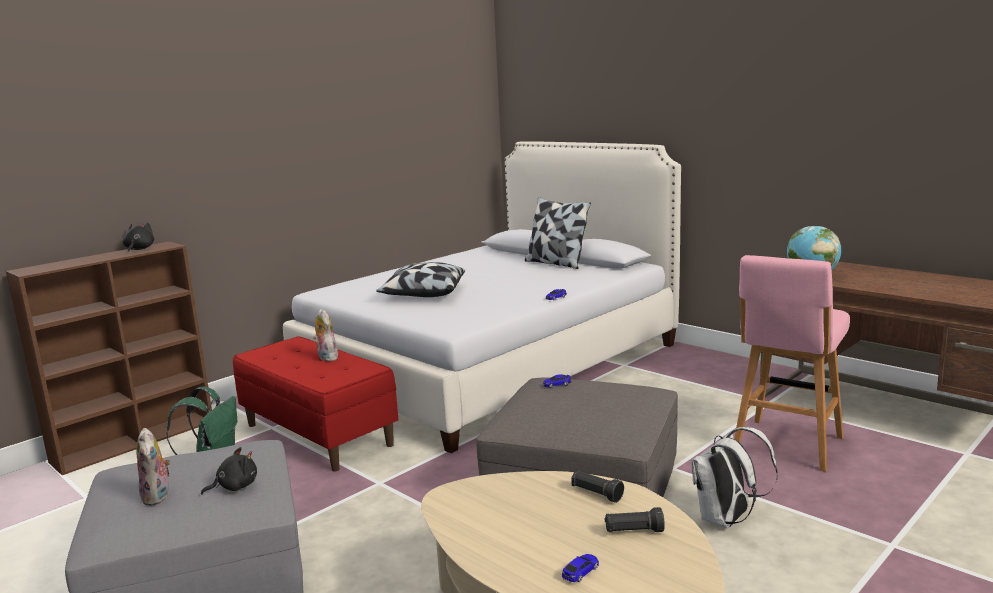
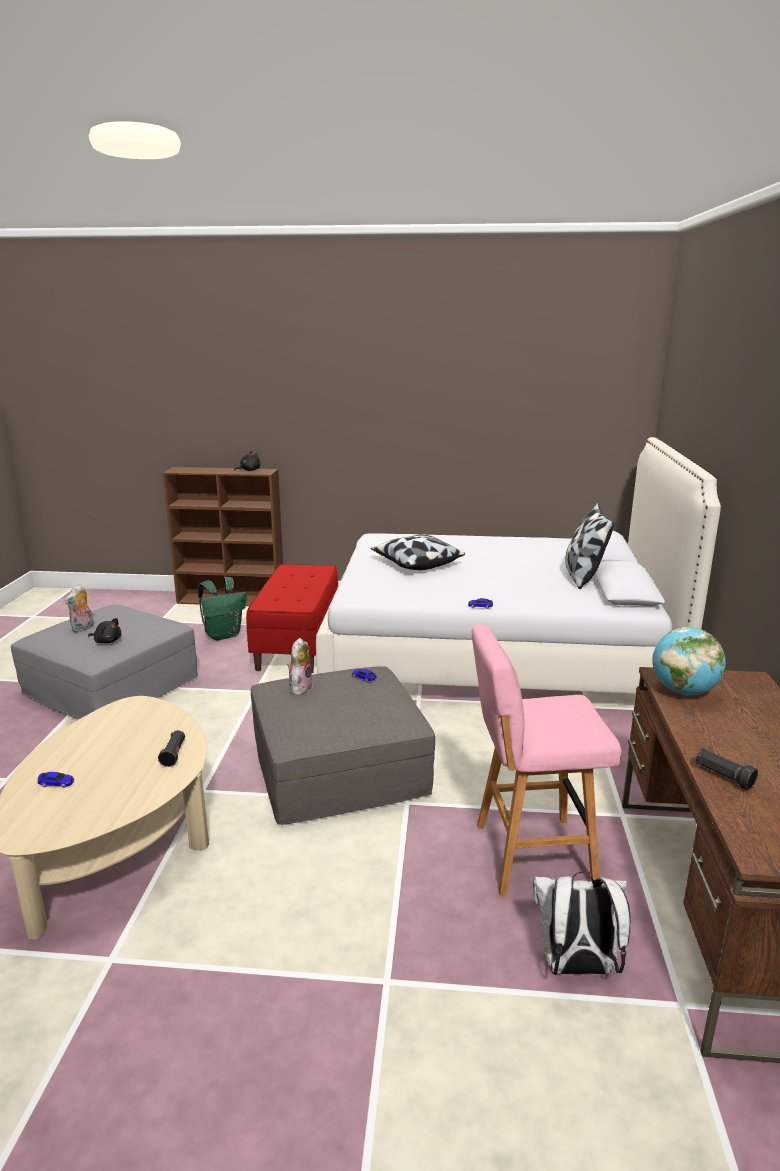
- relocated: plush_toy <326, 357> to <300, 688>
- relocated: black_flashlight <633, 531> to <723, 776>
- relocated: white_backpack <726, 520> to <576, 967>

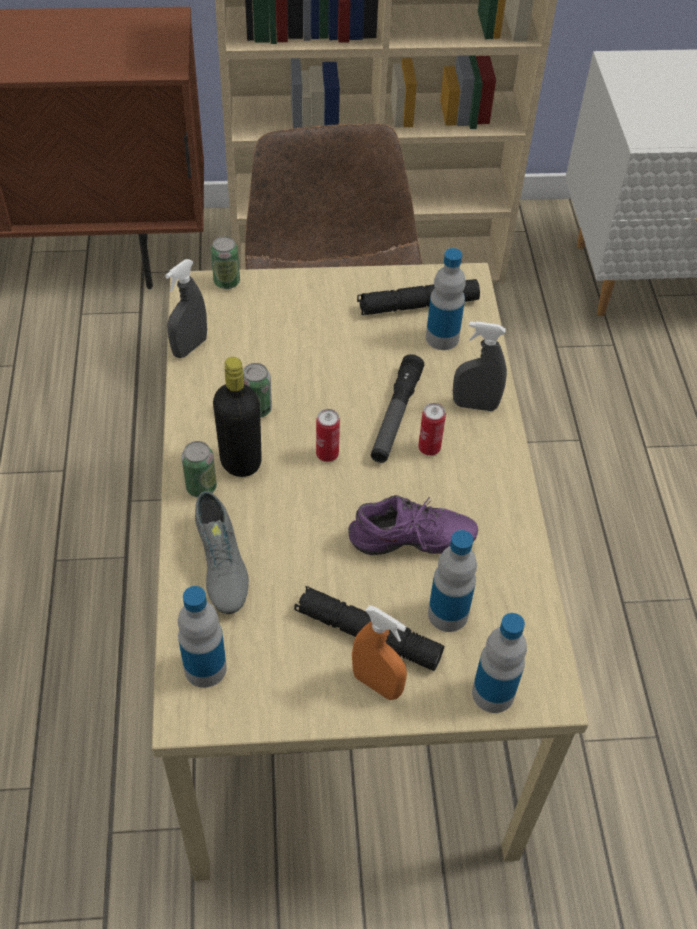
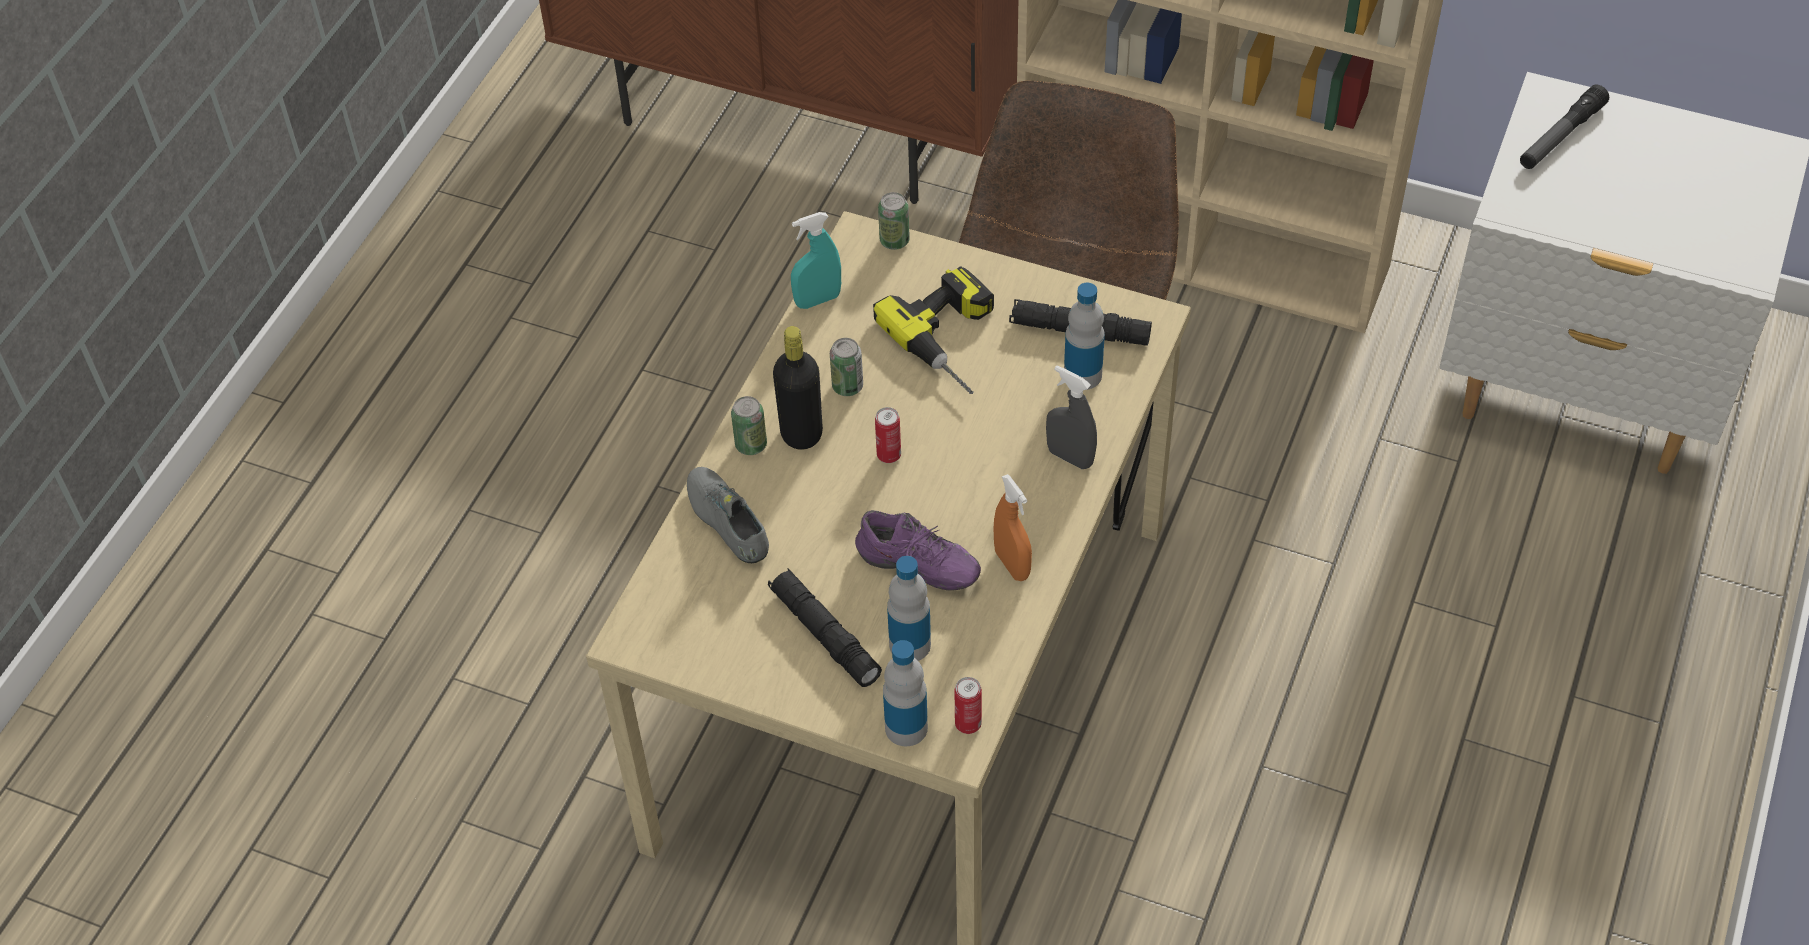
- colour: grey_spray_bottle <189, 347> to turquoise_spray_bottle <817, 300>
- missing: bottle <205, 668>
- spun: grey_shoe <220, 564> = <728, 523> 135 degrees clockwise
- relocated: orange_spray_bottle <377, 684> to <1012, 564>
- relocated: flashlight <396, 415> to <1561, 136>
- relocated: can <429, 448> to <968, 724>
- appeared: power_drill <955, 340>

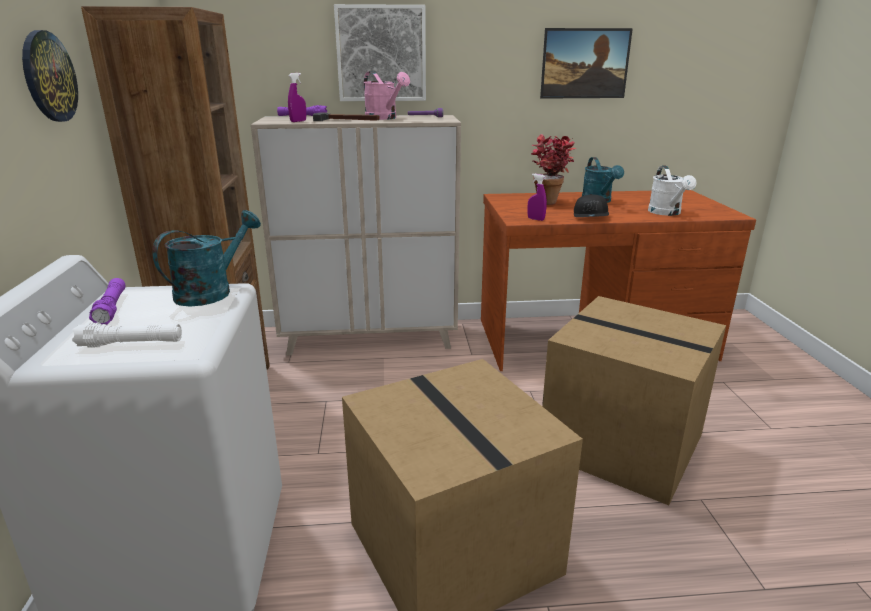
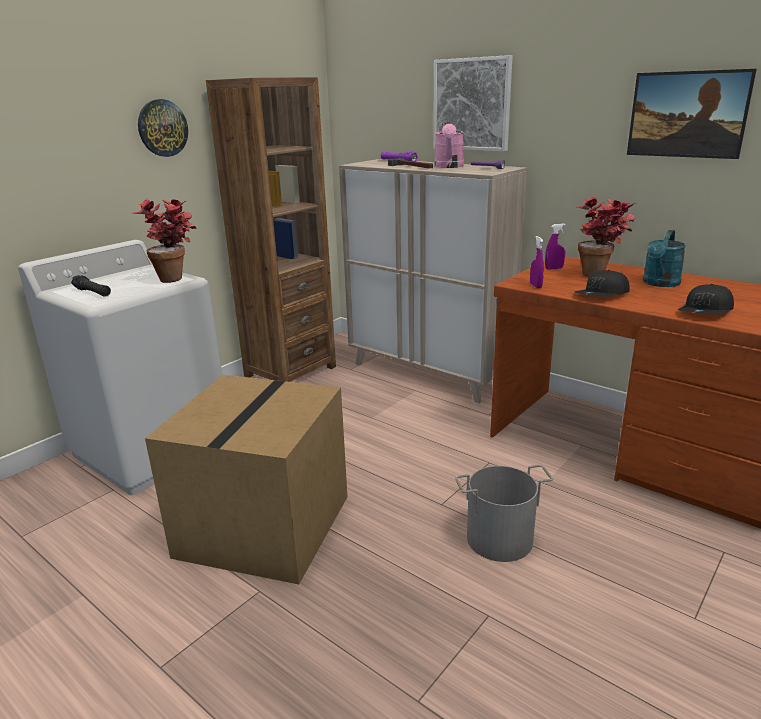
- colour: white_flashlight <131, 344> to black_flashlight <92, 292>
- missing: purple_flashlight <111, 308>
- exchanged: turquoise_watering_can <211, 291> to potted_plant <177, 278>
- relocated: purple_spray_bottle <298, 121> to <554, 268>
- exchanged: cardboard_box <624, 443> to grey_bucket <500, 539>
- exchanged: white_watering_can <667, 213> to black_cap <706, 312>

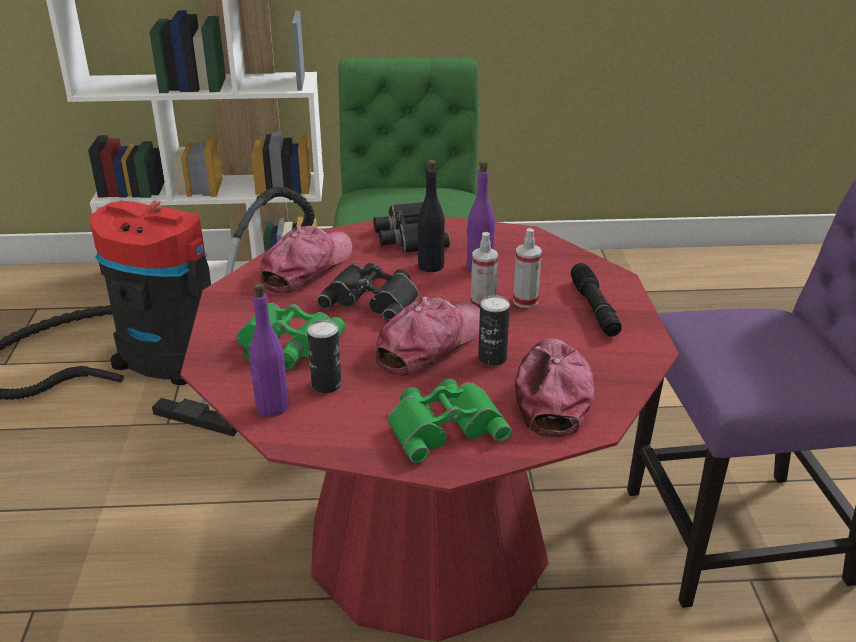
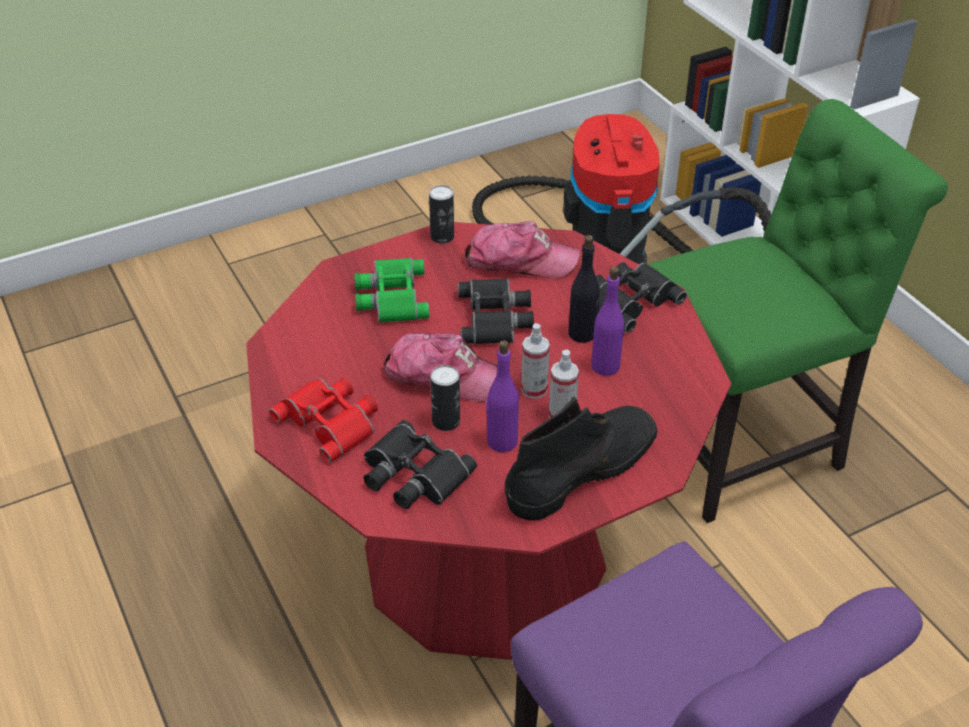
- relocated: purple_bottle <272, 407> to <501, 441>
- relocated: can <326, 385> to <442, 237>
- colour: green_binoculars <444, 425> to red_binoculars <331, 421>
- exchanged: cap <551, 394> to black_binoculars <412, 474>
- exchanged: black_flashlight <594, 308> to black_boot <583, 469>

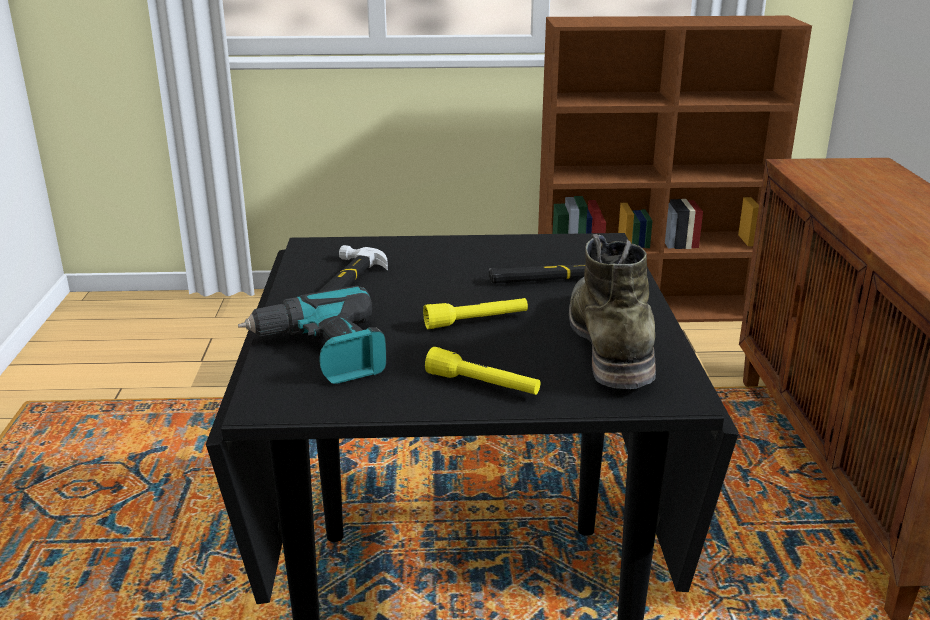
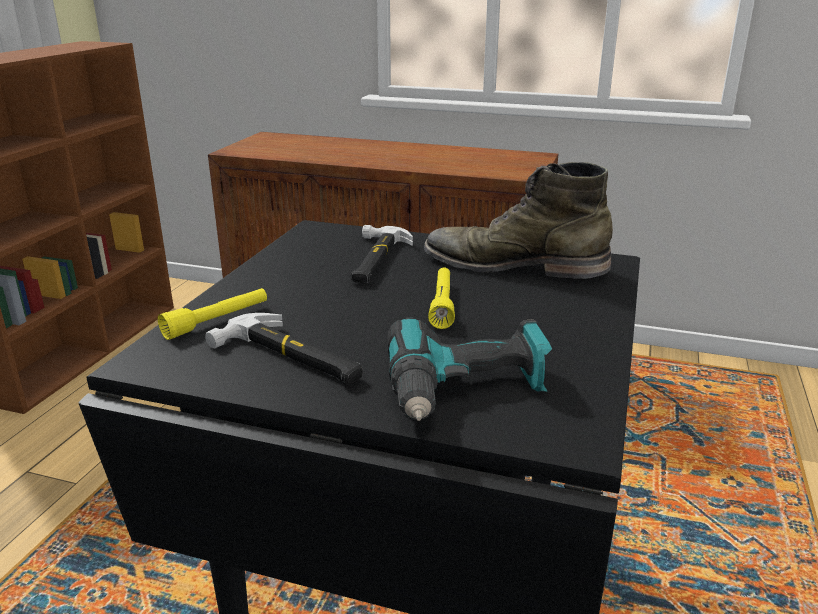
- relocated: yellow_flashlight <482, 385> to <217, 321>

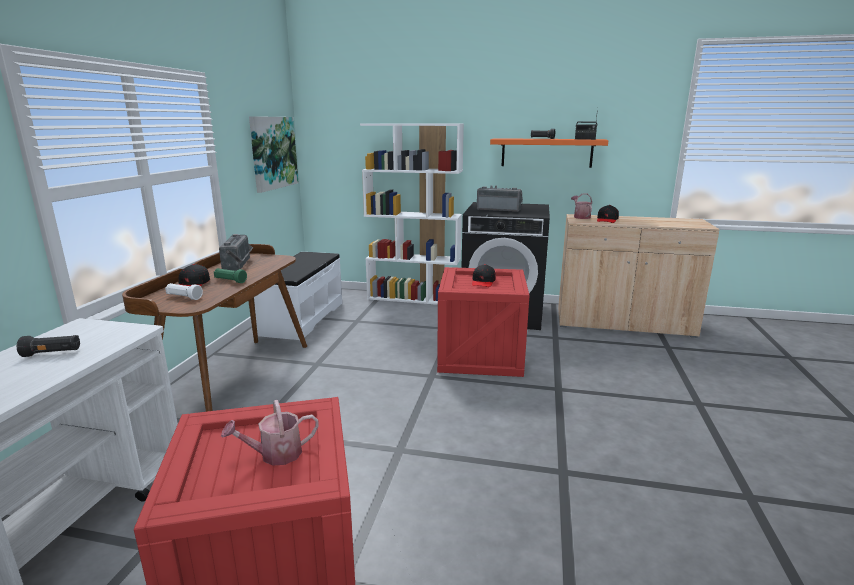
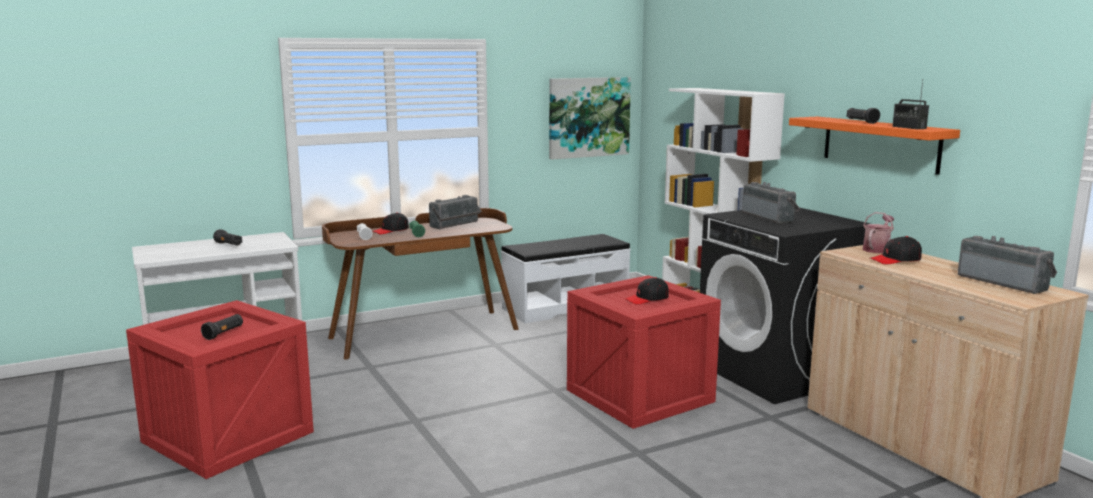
- exchanged: watering_can <275, 454> to black_flashlight <224, 333>
- appeared: radio <1004, 282>

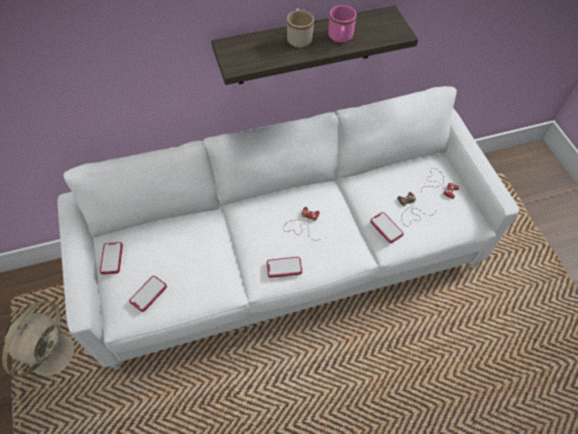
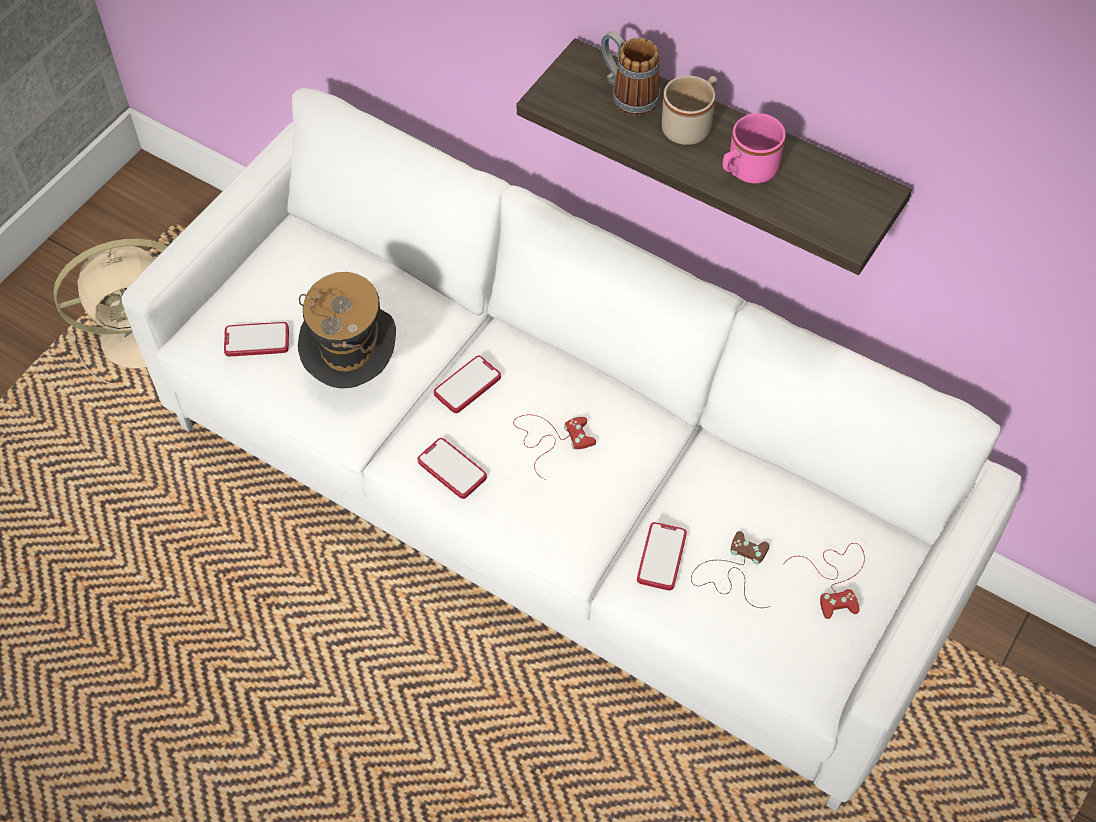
- relocated: phone <111, 258> to <467, 385>
- appeared: hat <353, 373>
- appeared: mug <627, 94>

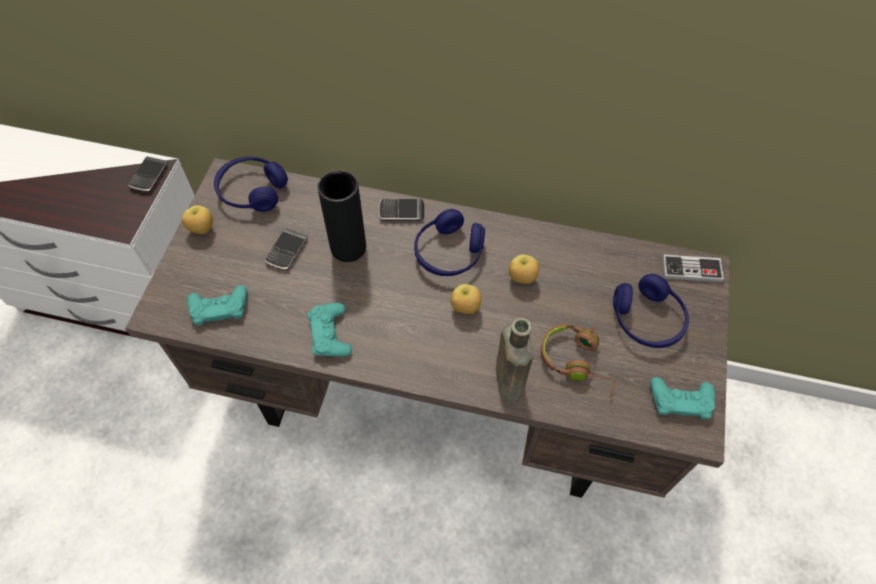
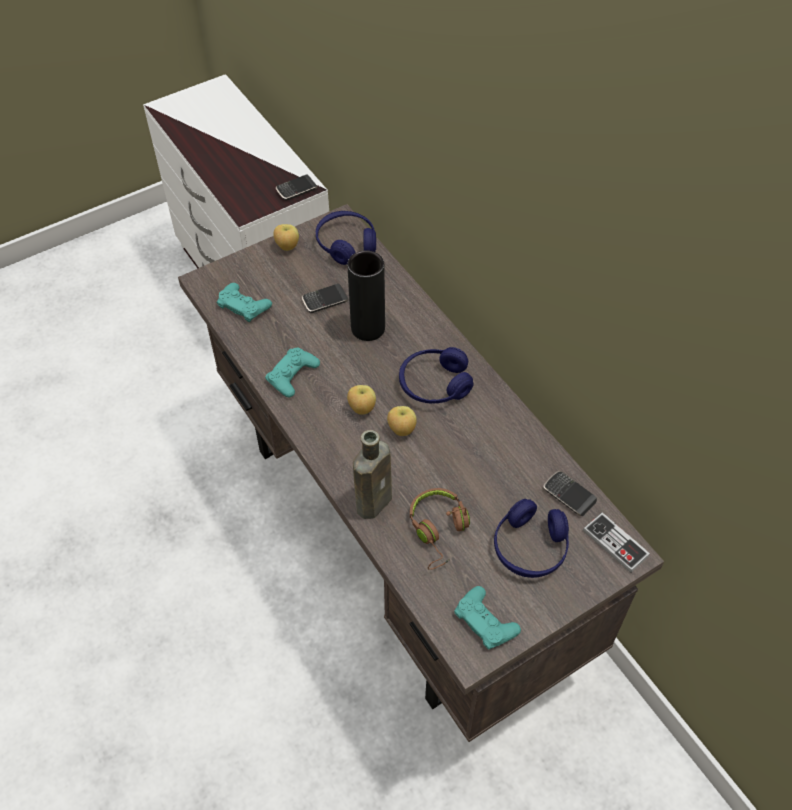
- relocated: phone <401, 212> to <569, 495>
- relocated: apple <521, 278> to <361, 408>

